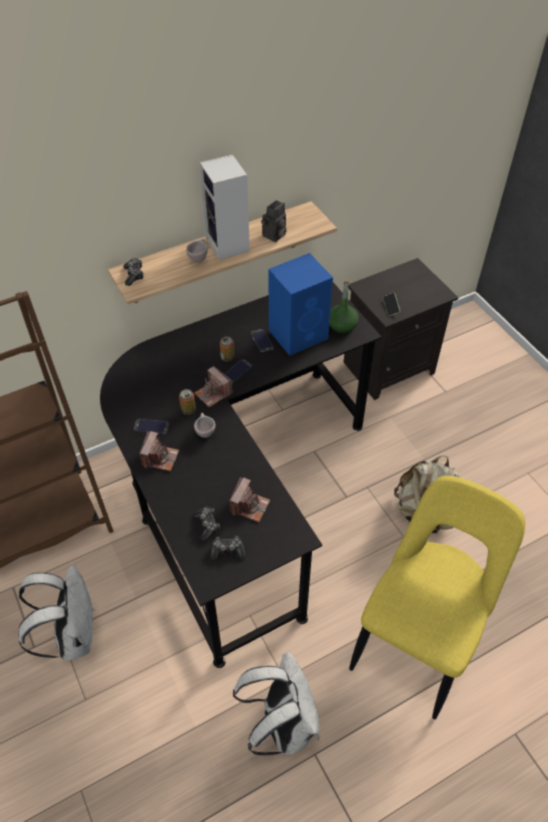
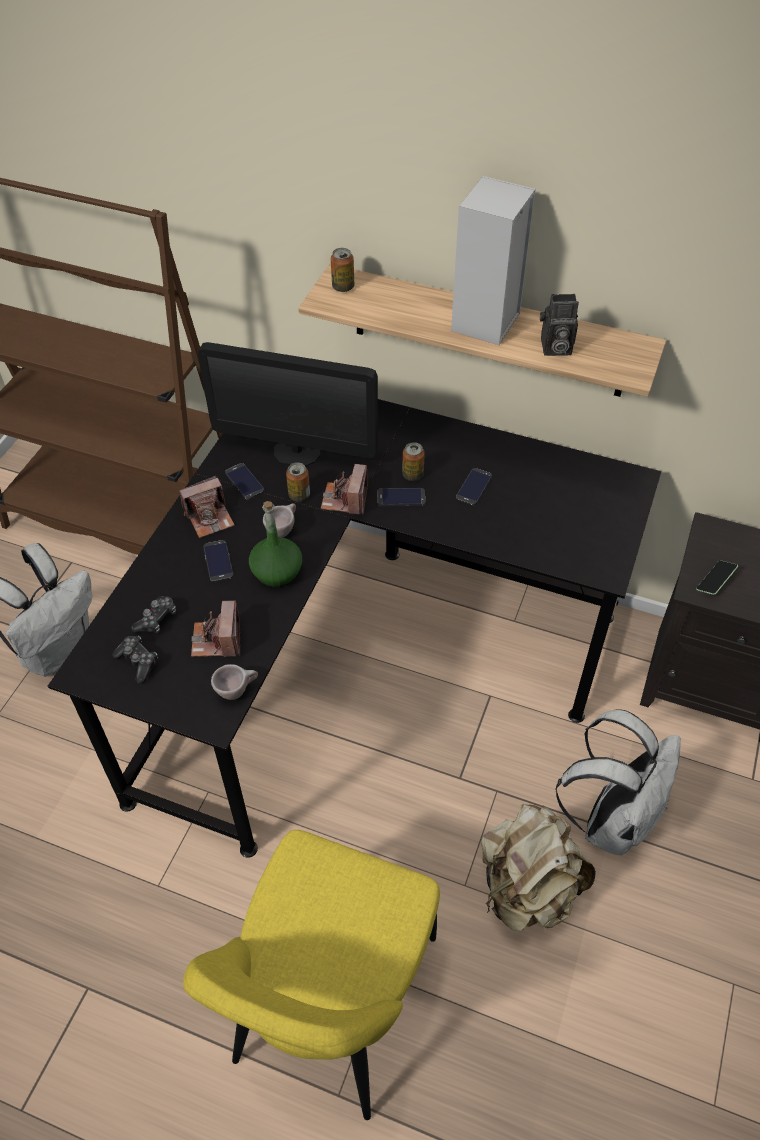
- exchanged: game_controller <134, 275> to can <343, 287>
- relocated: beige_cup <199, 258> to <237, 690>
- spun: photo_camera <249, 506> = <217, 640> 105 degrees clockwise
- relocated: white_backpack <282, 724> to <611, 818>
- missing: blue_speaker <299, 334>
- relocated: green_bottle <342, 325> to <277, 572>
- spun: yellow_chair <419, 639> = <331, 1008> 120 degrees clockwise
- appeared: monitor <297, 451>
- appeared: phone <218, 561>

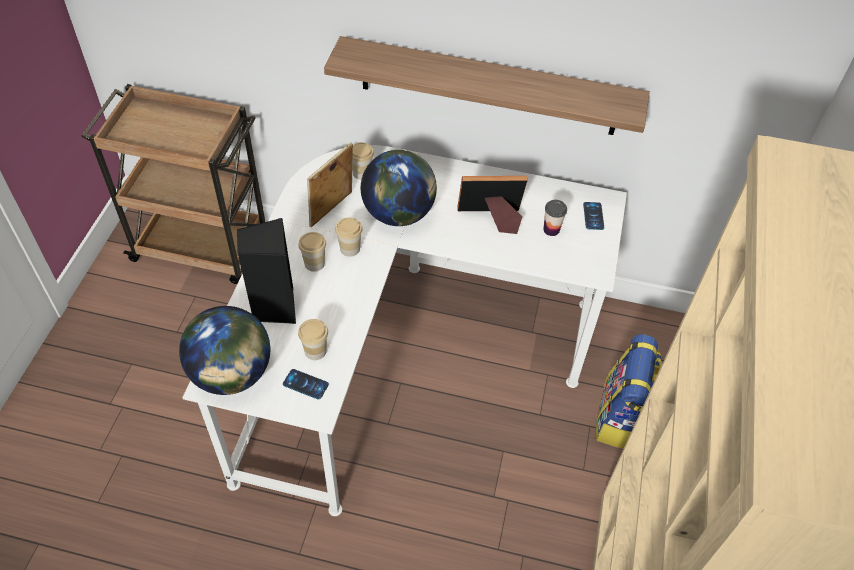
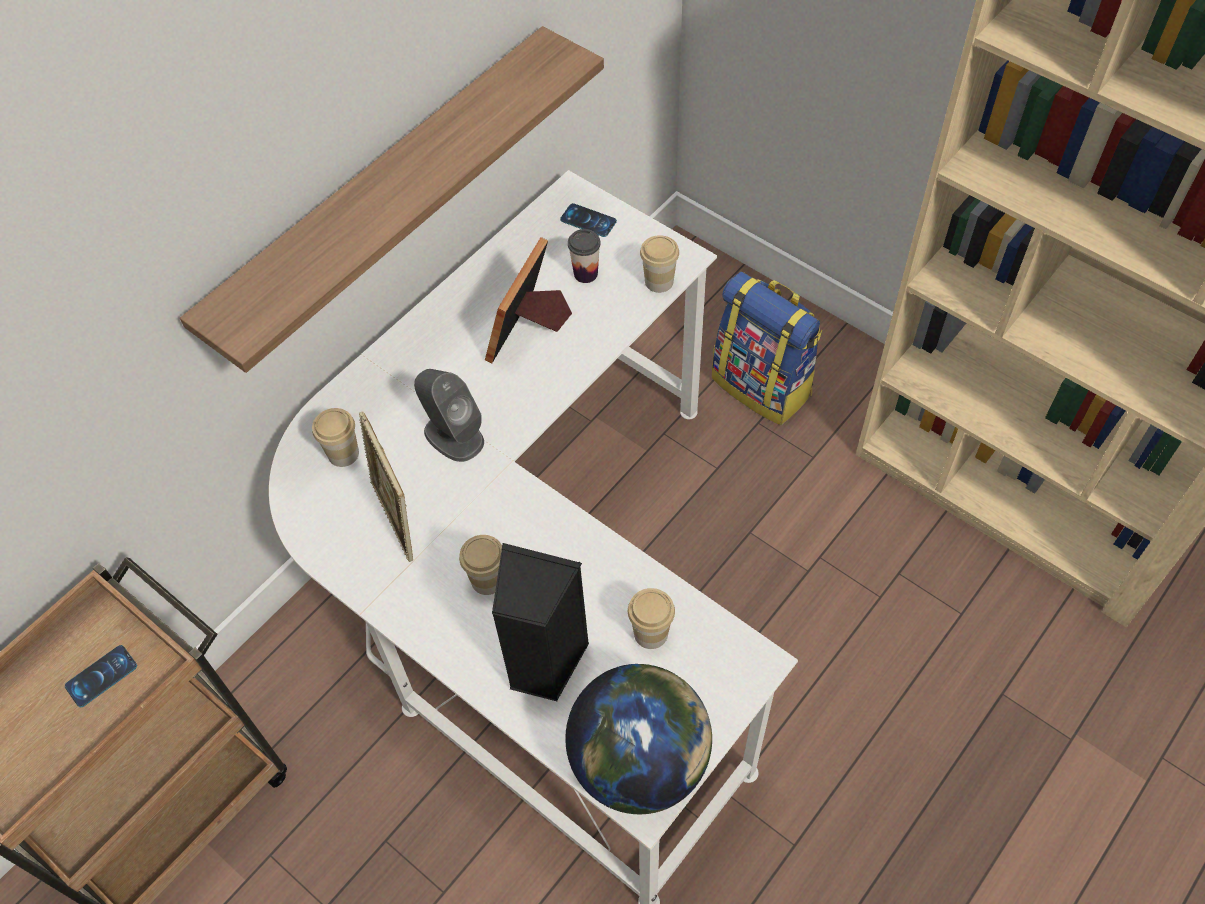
- relocated: phone <305, 384> to <101, 676>
- relocated: cup <350, 249> to <659, 281>
- exchanged: globe <399, 213> to grey_speaker <453, 435>

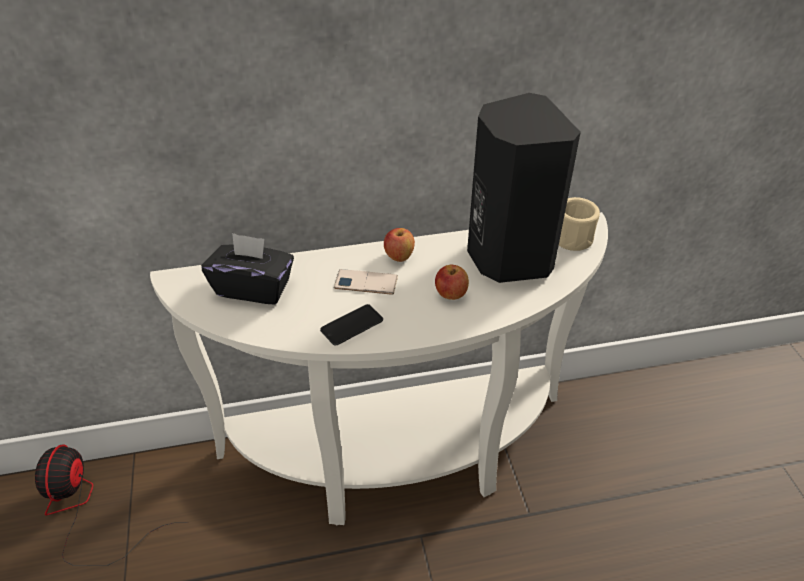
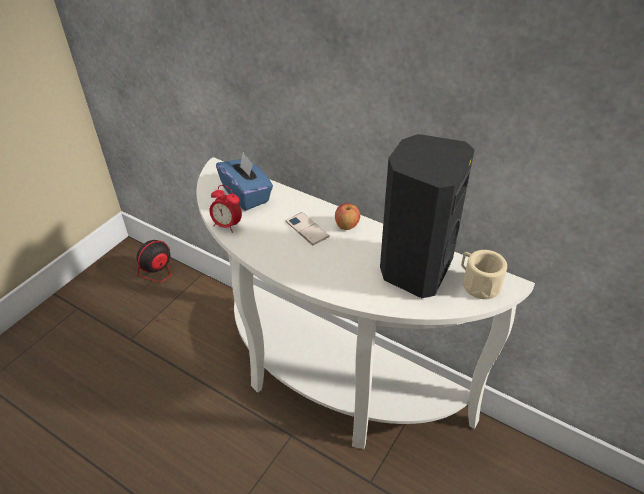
- colour: black_tissue_box <253, 288> to blue_tissue_box <247, 195>
- missing: phone <352, 325>
- missing: apple <450, 294>
- appeared: alarm_clock <227, 225>

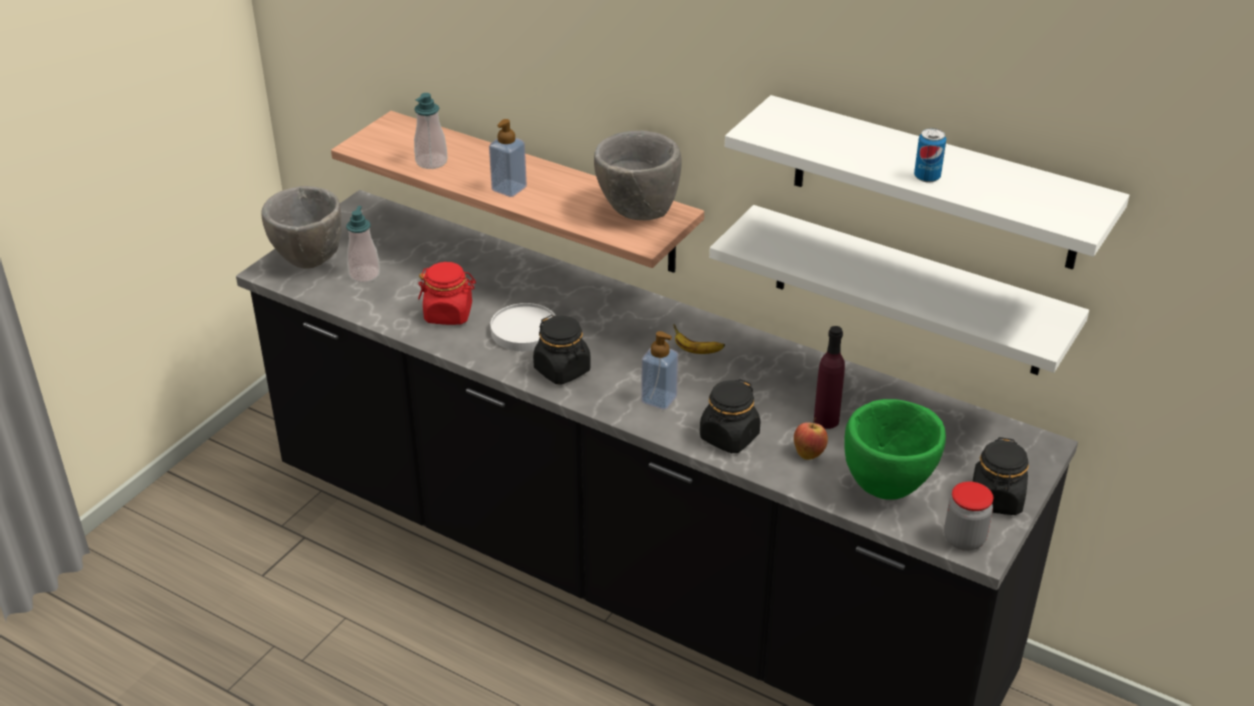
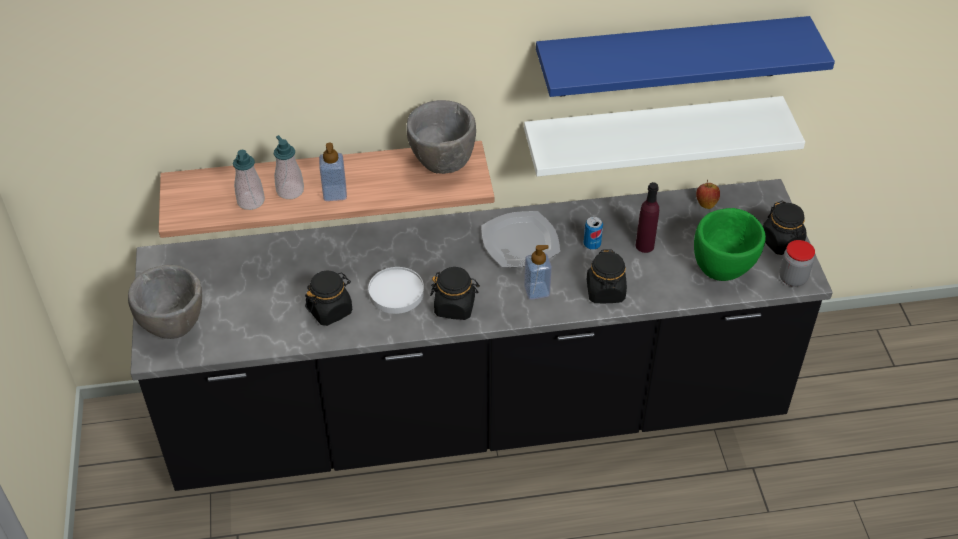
- relocated: soap_dispenser <364, 275> to <290, 191>
- colour: red_jar <449, 314> to black_jar <330, 310>
- exchanged: banana <696, 351> to plate <520, 242>
- colour: white_shelf <934, 183> to blue_shelf <670, 57>
- relocated: apple <809, 453> to <706, 203>
- relocated: can <927, 177> to <592, 244>

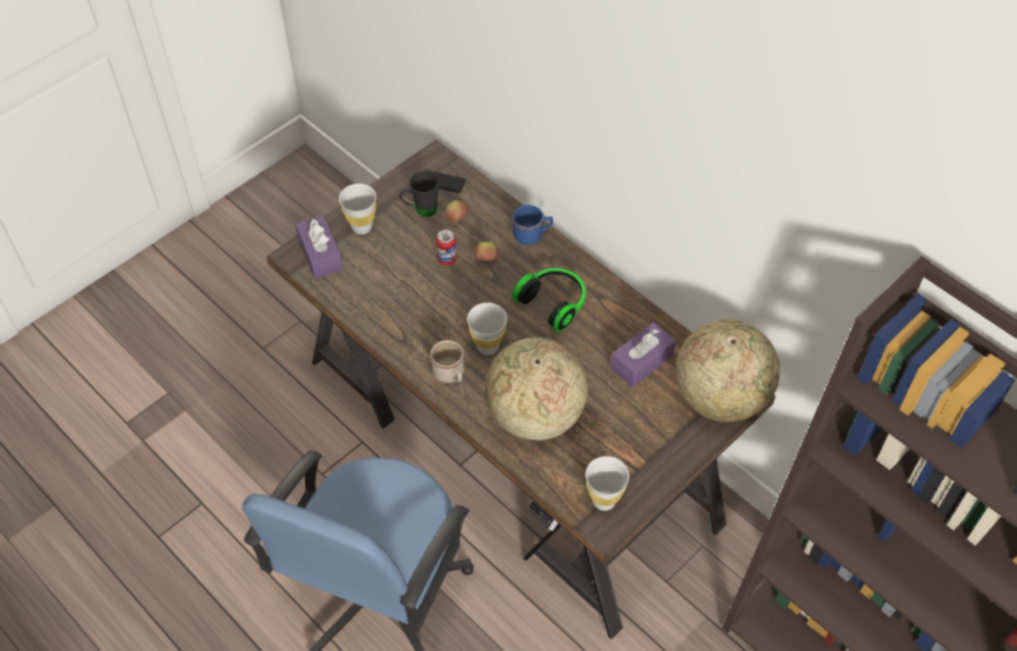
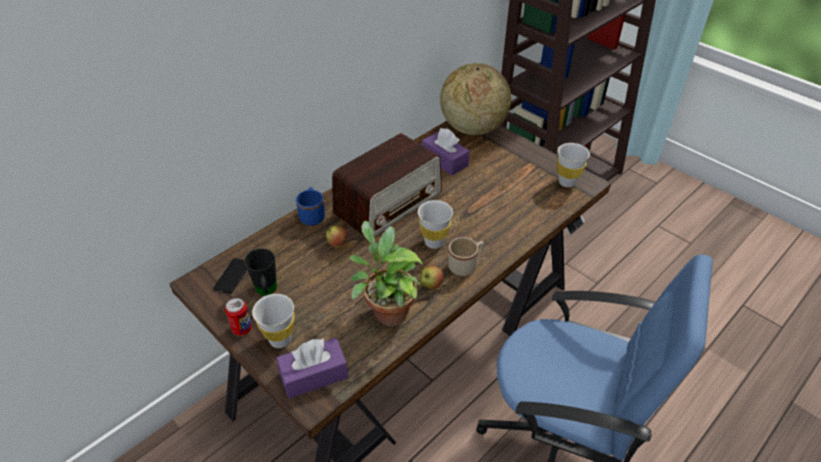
- relocated: can <447, 259> to <242, 328>
- relocated: apple <456, 219> to <430, 285>
- missing: globe <534, 415>
- exchanged: headphones <554, 303> to radio <388, 203>
- appeared: potted_plant <387, 311>

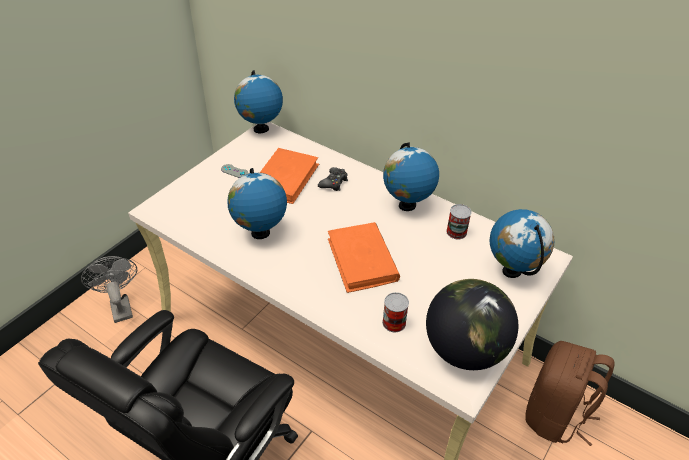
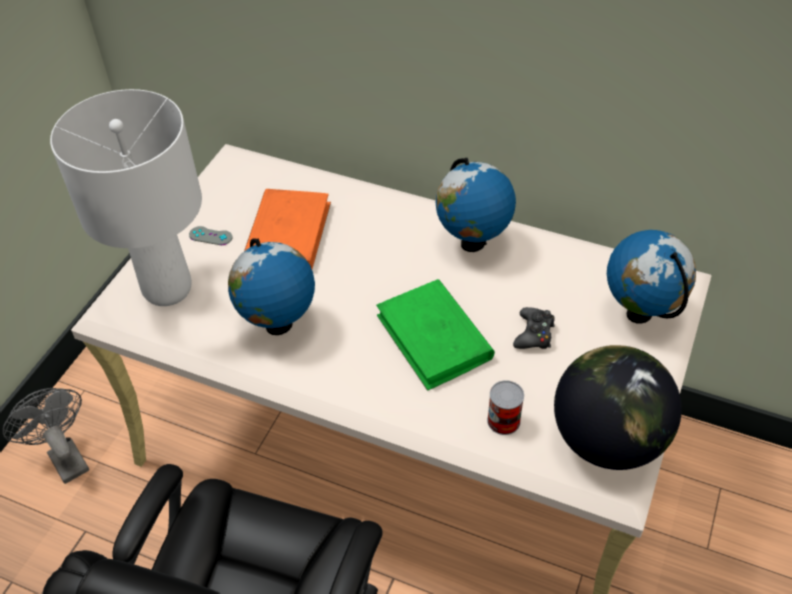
- missing: globe <261, 129>
- relocated: black_game_controller <333, 183> to <534, 334>
- colour: orange_book <362, 260> to green_book <434, 337>
- missing: can <456, 232>
- missing: brown_backpack <555, 415>
- appeared: white_table_lamp <167, 288>

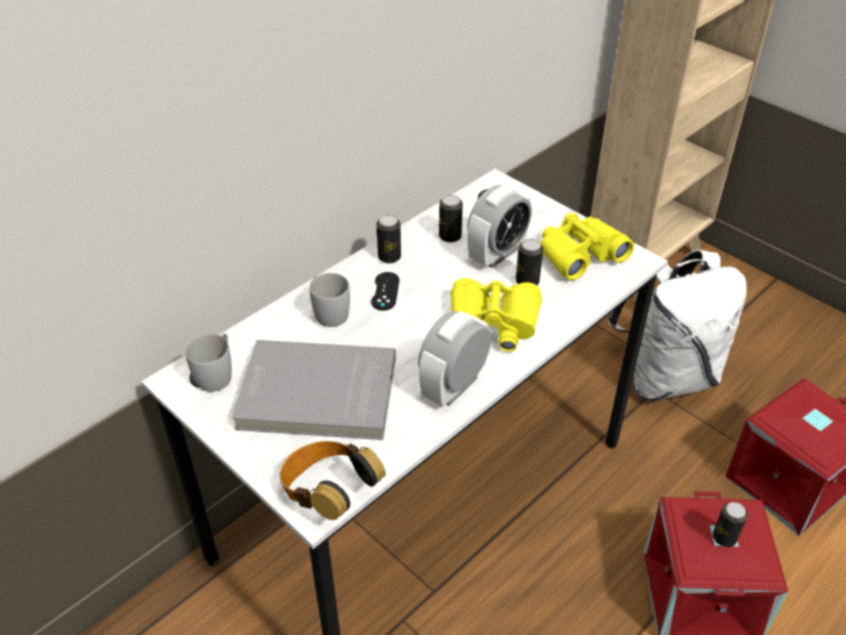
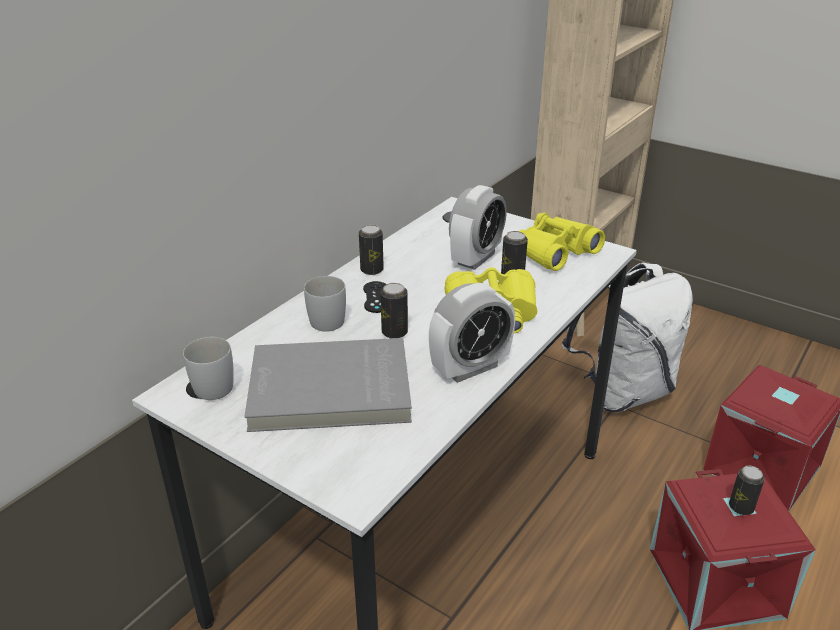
- missing: headphones <328, 493>
- spun: alarm_clock <454, 386> = <470, 368> 150 degrees counterclockwise
- relocated: can <450, 236> to <394, 332>

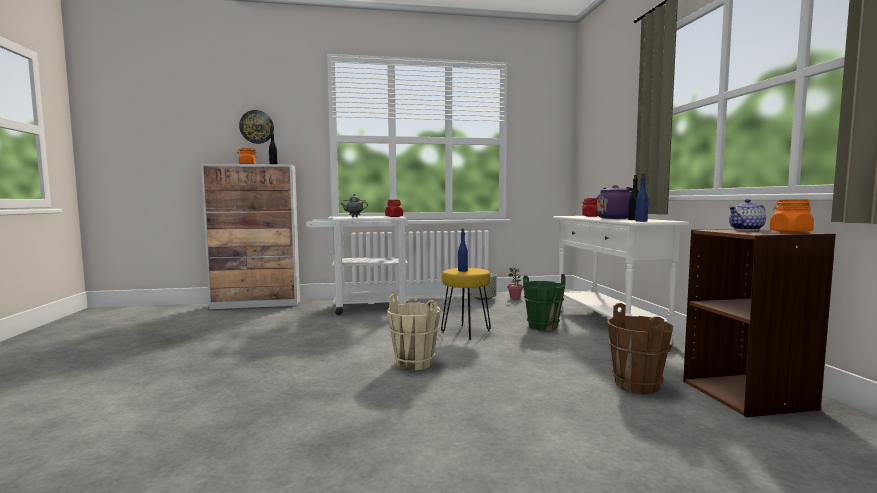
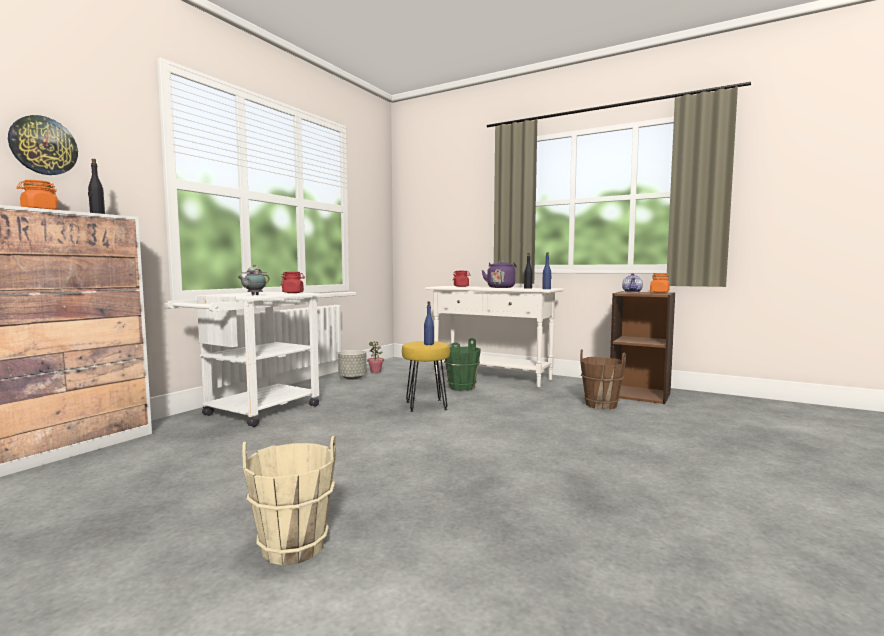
- relocated: beige_bucket <414, 363> to <293, 546>

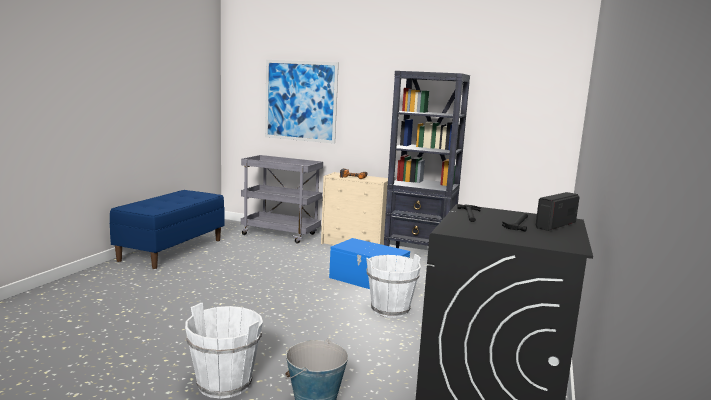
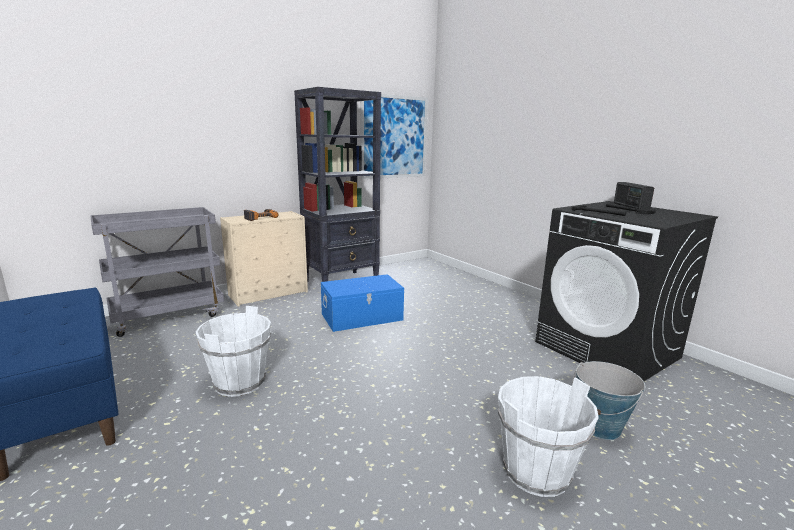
- relocated: picture <300, 101> to <394, 137>
- relocated: white_bucket <390, 310> to <240, 383>

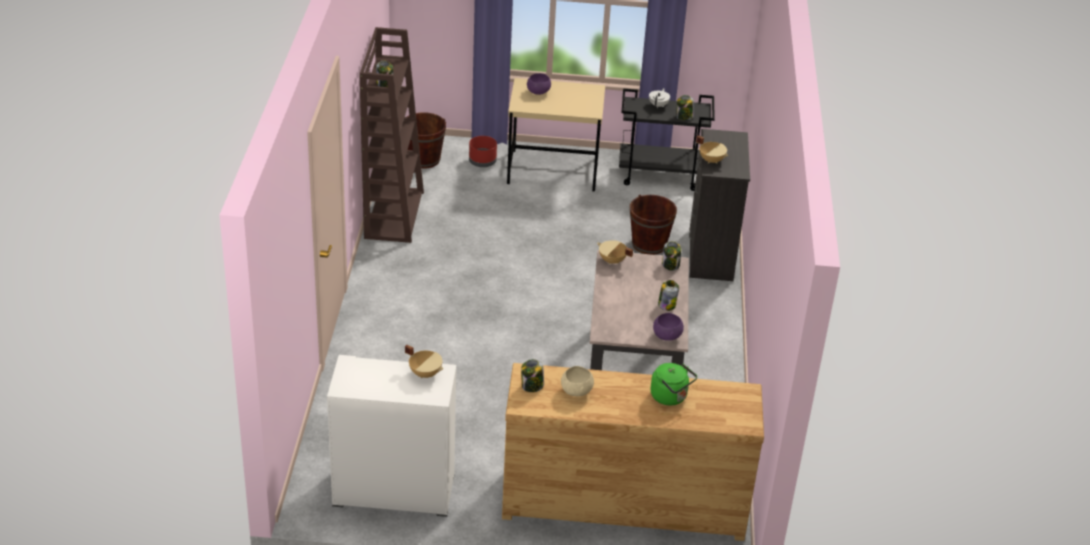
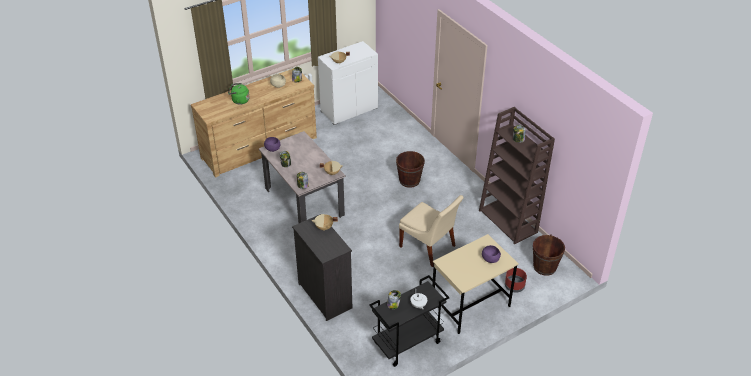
- relocated: brown_bucket <649, 244> to <409, 180>
- appeared: beige_chair <429, 247>

